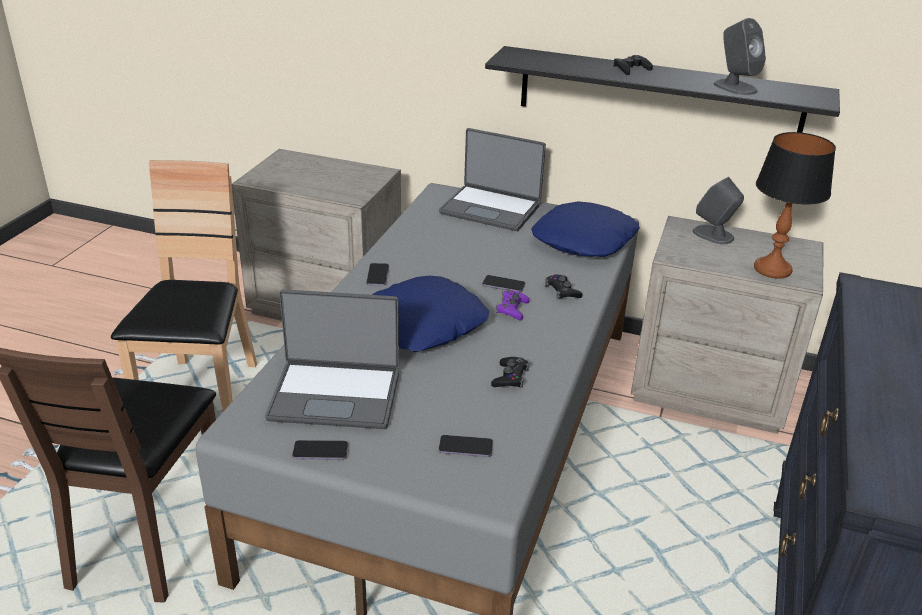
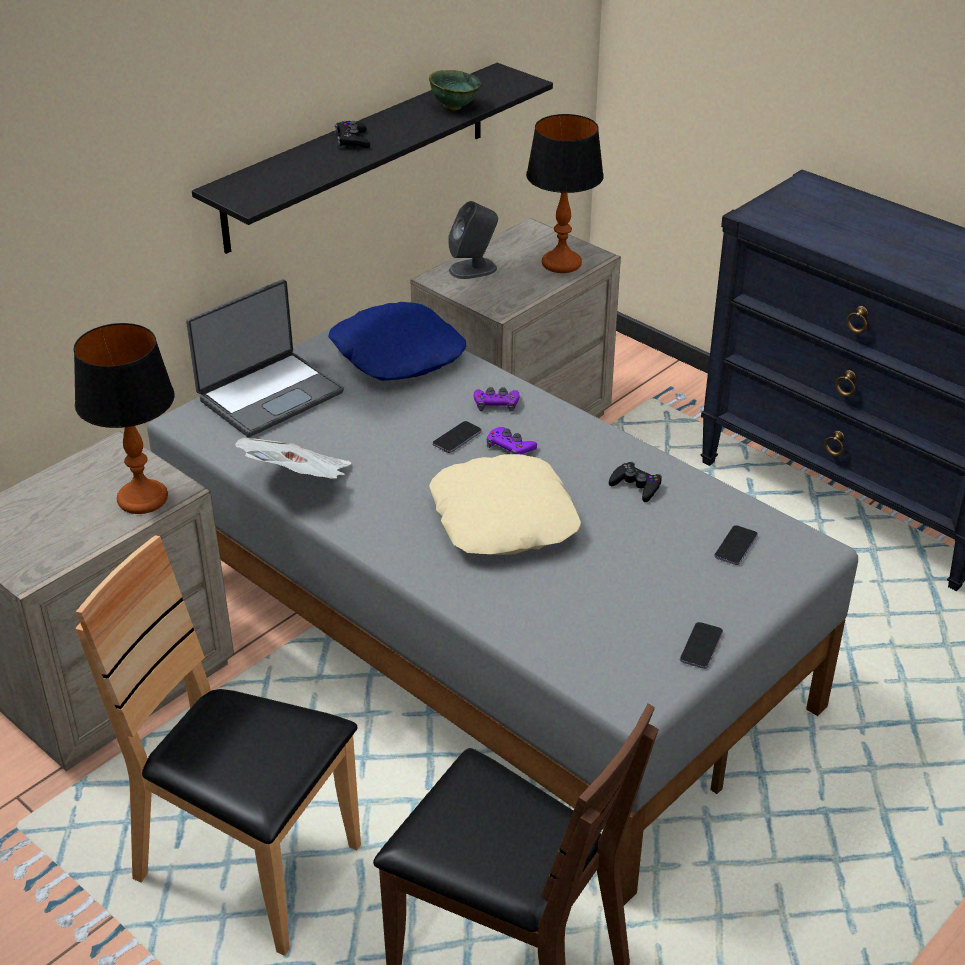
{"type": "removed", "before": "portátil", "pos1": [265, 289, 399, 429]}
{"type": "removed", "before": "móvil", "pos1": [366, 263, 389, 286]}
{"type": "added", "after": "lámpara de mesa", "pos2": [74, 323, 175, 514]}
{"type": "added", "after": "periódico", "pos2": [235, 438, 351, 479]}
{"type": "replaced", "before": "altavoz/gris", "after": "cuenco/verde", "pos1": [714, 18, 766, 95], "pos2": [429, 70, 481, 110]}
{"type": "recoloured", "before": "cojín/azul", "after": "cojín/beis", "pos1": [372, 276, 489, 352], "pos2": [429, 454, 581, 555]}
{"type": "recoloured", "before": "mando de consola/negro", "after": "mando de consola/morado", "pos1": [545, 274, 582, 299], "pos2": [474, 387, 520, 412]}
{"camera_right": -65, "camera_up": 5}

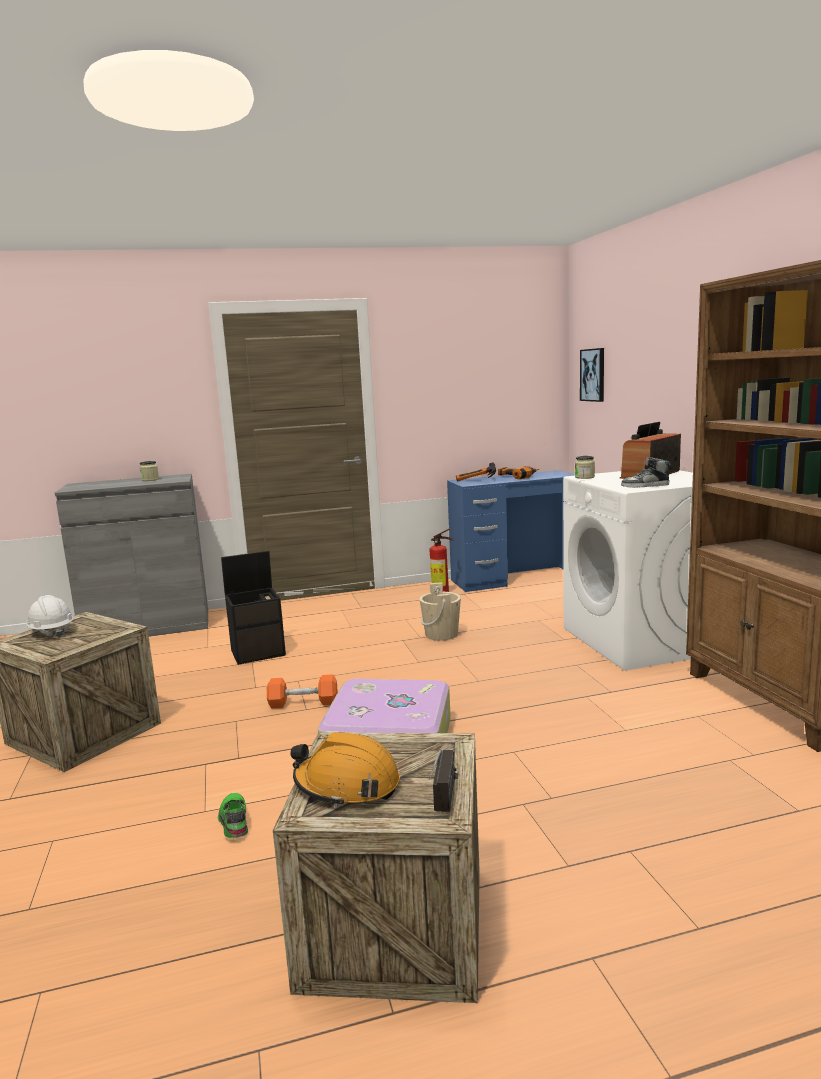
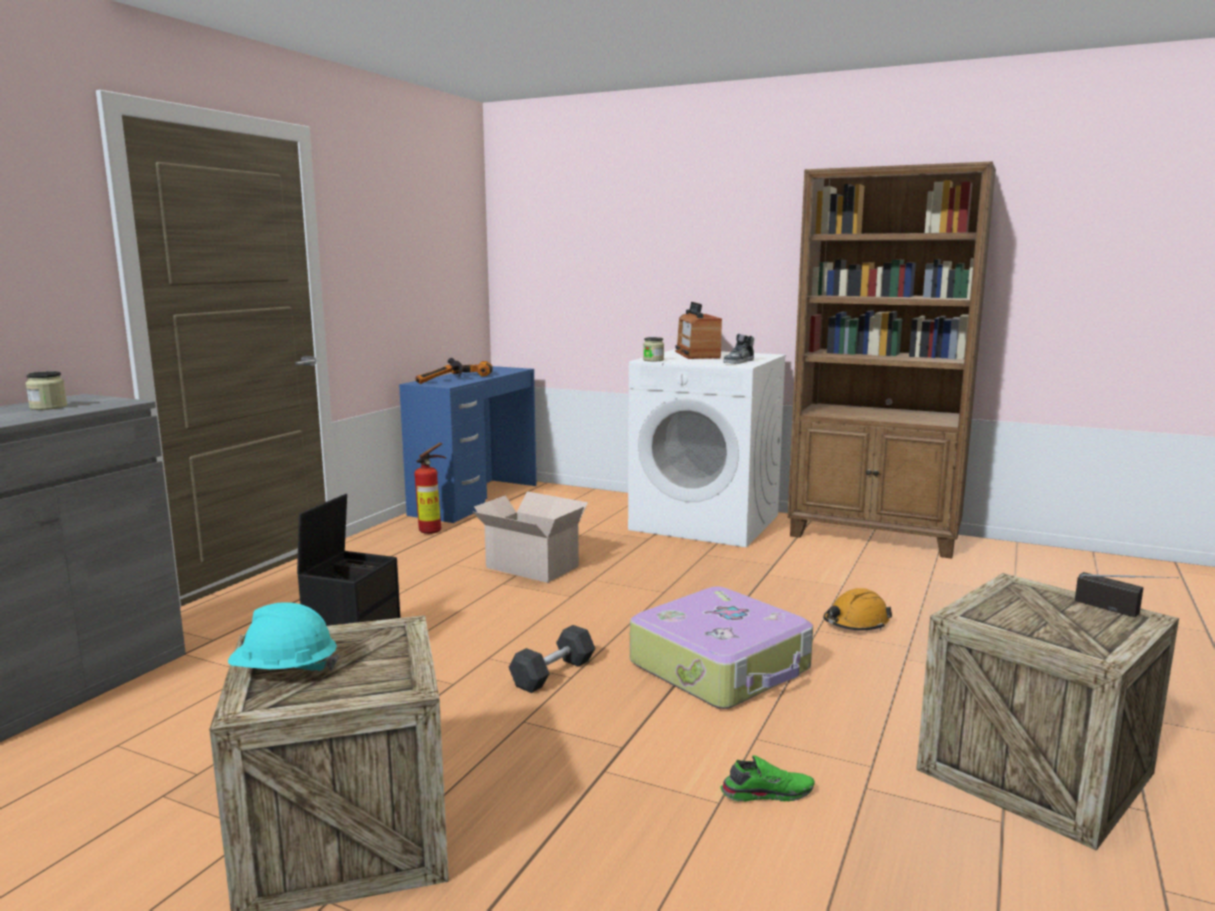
{"type": "removed", "before": "cuadro", "pos1": [580, 348, 604, 402]}
{"type": "moved", "before": "casco/naranja", "pos1": [290, 732, 400, 807], "pos2": [823, 588, 892, 631]}
{"type": "replaced", "before": "cubo/beis", "after": "caja de cartón", "pos1": [419, 582, 461, 641], "pos2": [472, 491, 588, 583]}
{"type": "recoloured", "before": "casco/blanco", "after": "casco/turquesa", "pos1": [26, 595, 74, 638], "pos2": [228, 602, 339, 671]}
{"type": "recoloured", "before": "mancuerna/naranja", "after": "mancuerna/gris", "pos1": [267, 674, 337, 709], "pos2": [509, 625, 596, 693]}
{"type": "turned", "before": "zapato/verde", "pos1": [218, 793, 248, 839], "pos2": [720, 755, 815, 802], "turn": 150}
{"camera_right": -50, "camera_up": 0}

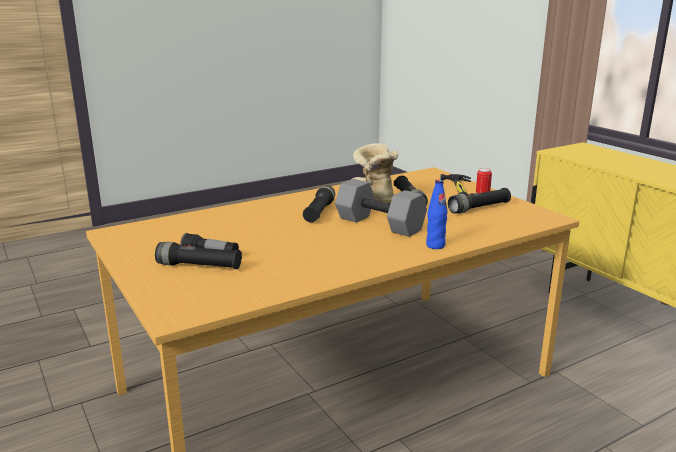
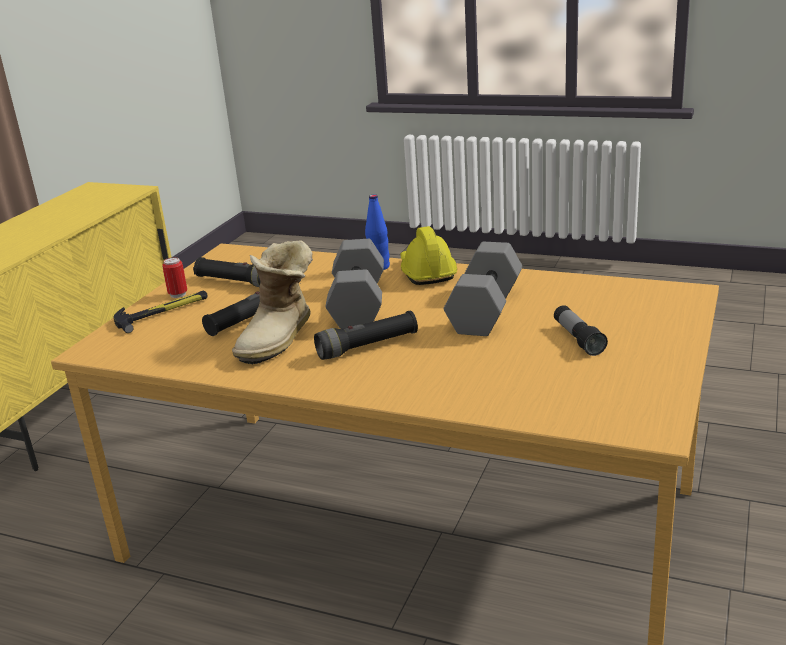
{"type": "removed", "before": "linterna/negro", "pos1": [155, 242, 242, 269]}
{"type": "added", "after": "casco/amarillo", "pos2": [401, 226, 457, 285]}
{"type": "added", "after": "mancuerna/gris", "pos2": [444, 242, 522, 336]}
{"camera_right": -125, "camera_up": 5}

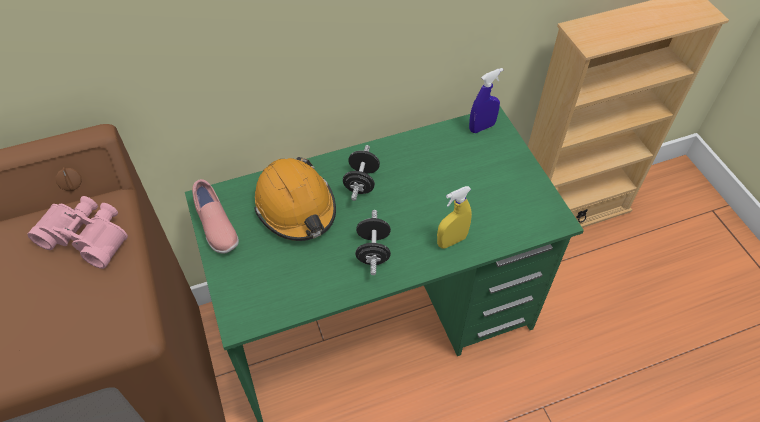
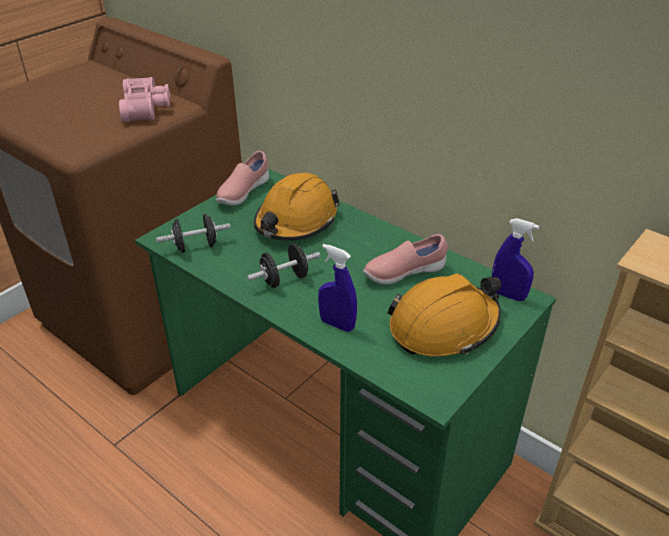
{"type": "added", "after": "zapato/rosa", "pos2": [363, 234, 448, 285]}
{"type": "added", "after": "casco/naranja", "pos2": [388, 273, 501, 356]}
{"type": "moved", "before": "mancuerna/negro", "pos1": [343, 145, 380, 201], "pos2": [156, 214, 231, 253]}
{"type": "recoloured", "before": "pulverizador/amarillo", "after": "pulverizador/azul", "pos1": [437, 186, 472, 248], "pos2": [318, 244, 357, 332]}
{"camera_right": 60, "camera_up": -15}

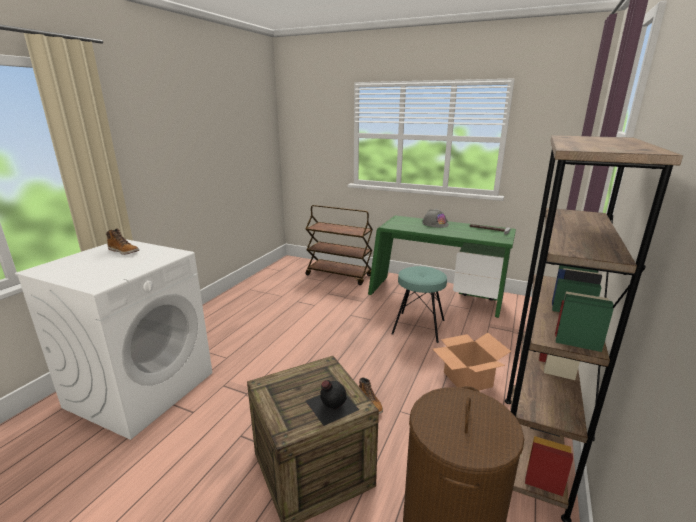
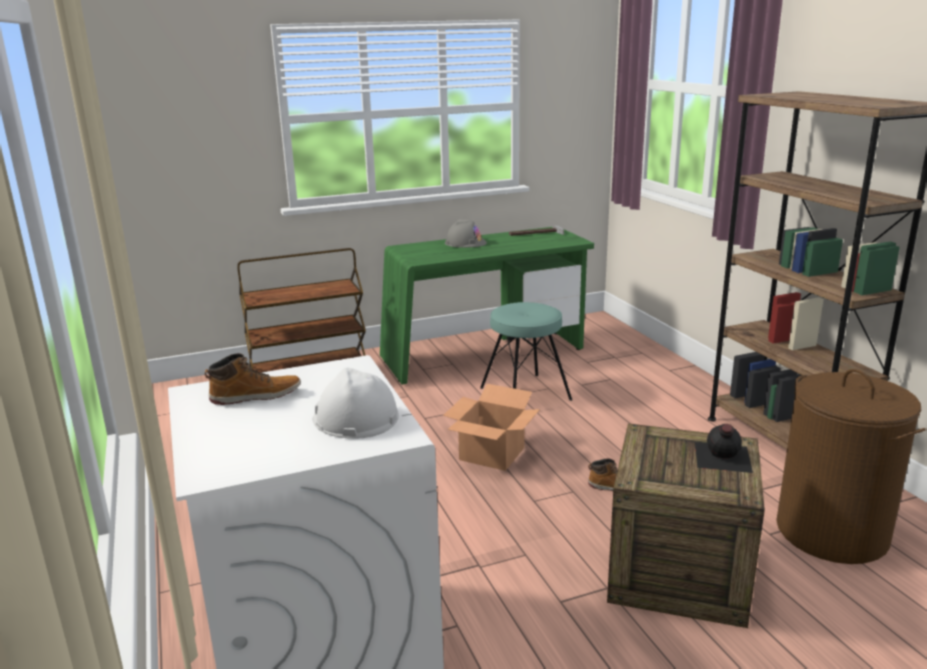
{"type": "added", "after": "casco/blanco", "pos2": [313, 367, 399, 439]}
{"type": "moved", "before": "caja de cartón", "pos1": [433, 333, 511, 391], "pos2": [443, 384, 540, 471]}
{"camera_right": -45, "camera_up": 0}

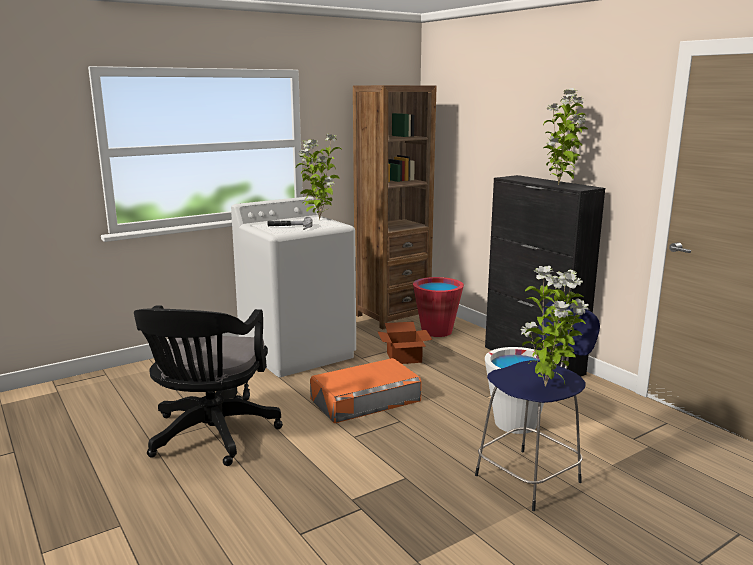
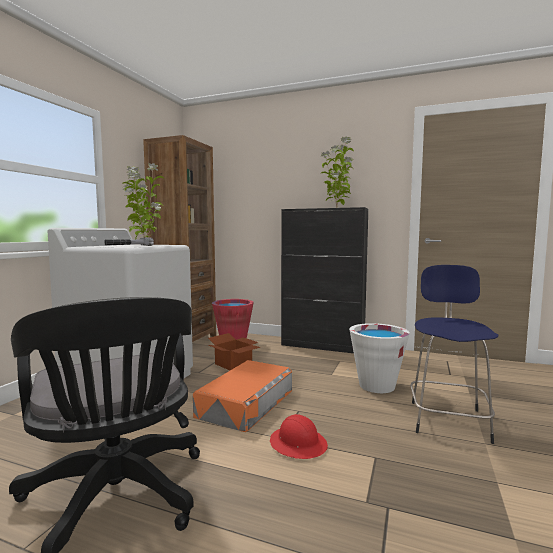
{"type": "removed", "before": "planta en maceta", "pos1": [520, 266, 590, 386]}
{"type": "added", "after": "casco/rojo", "pos2": [270, 414, 328, 459]}
{"camera_right": -35, "camera_up": -10}

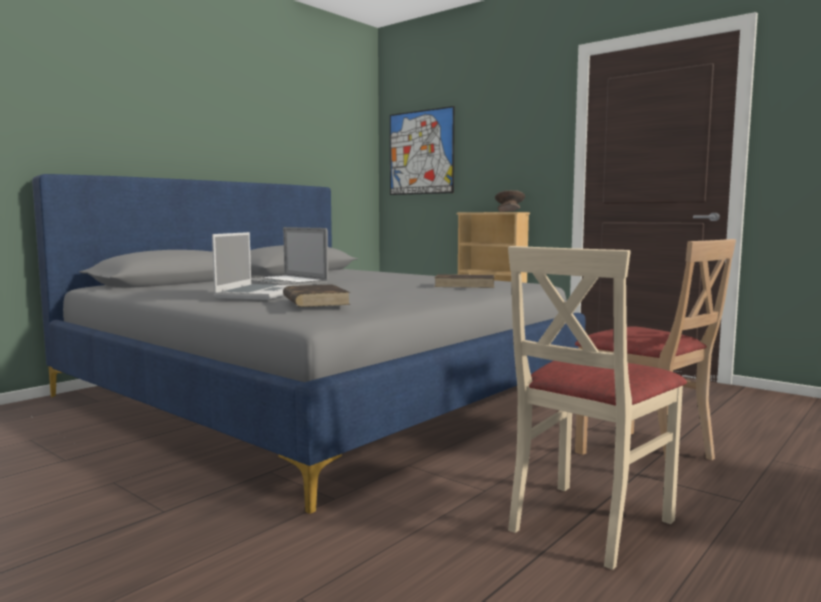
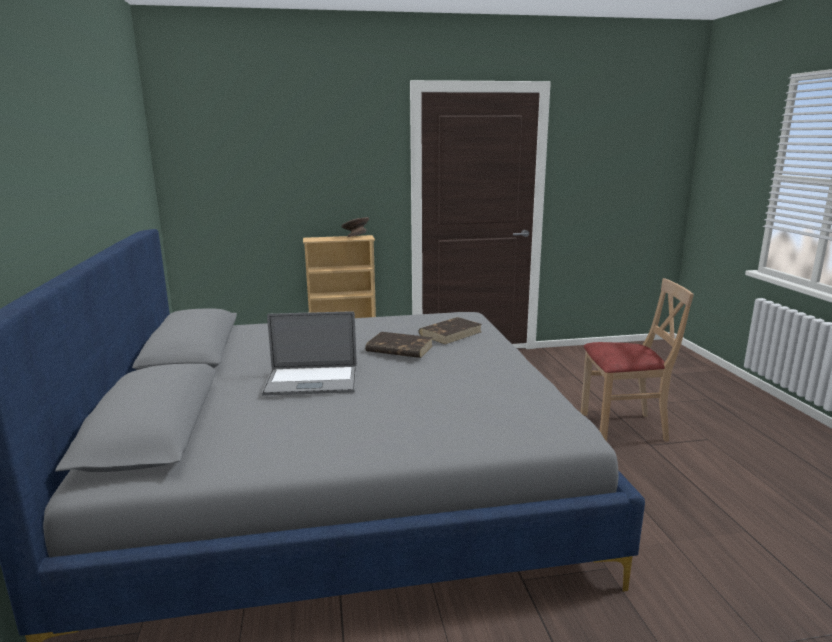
{"type": "removed", "before": "portátil", "pos1": [212, 232, 294, 300]}
{"type": "removed", "before": "cuadro", "pos1": [390, 106, 455, 195]}
{"type": "removed", "before": "silla/beis", "pos1": [508, 246, 687, 570]}
{"type": "moved", "before": "libro/marrón", "pos1": [283, 284, 351, 307], "pos2": [365, 332, 433, 358]}
{"camera_right": -50, "camera_up": 10}

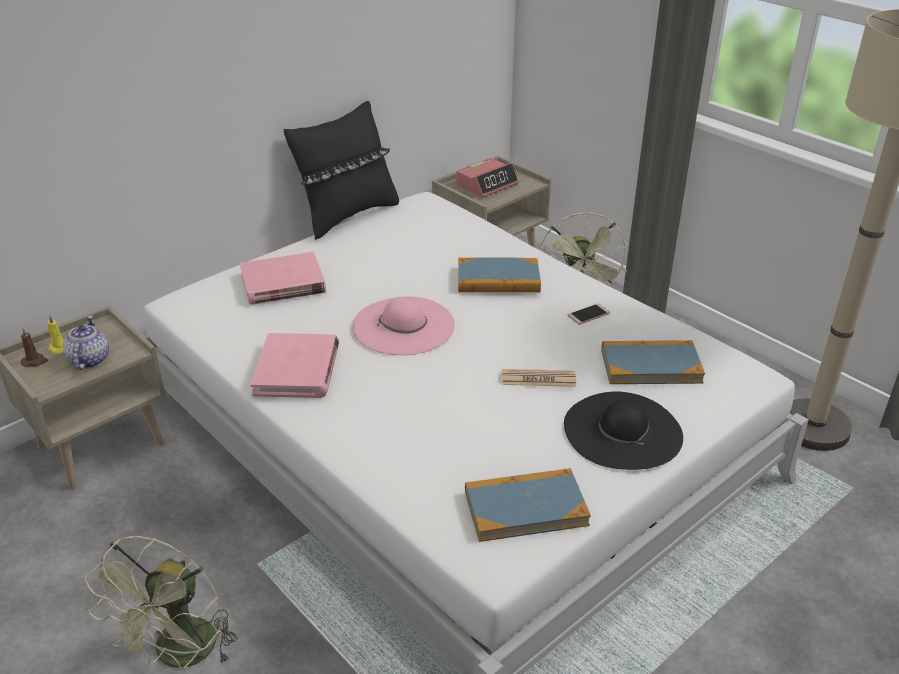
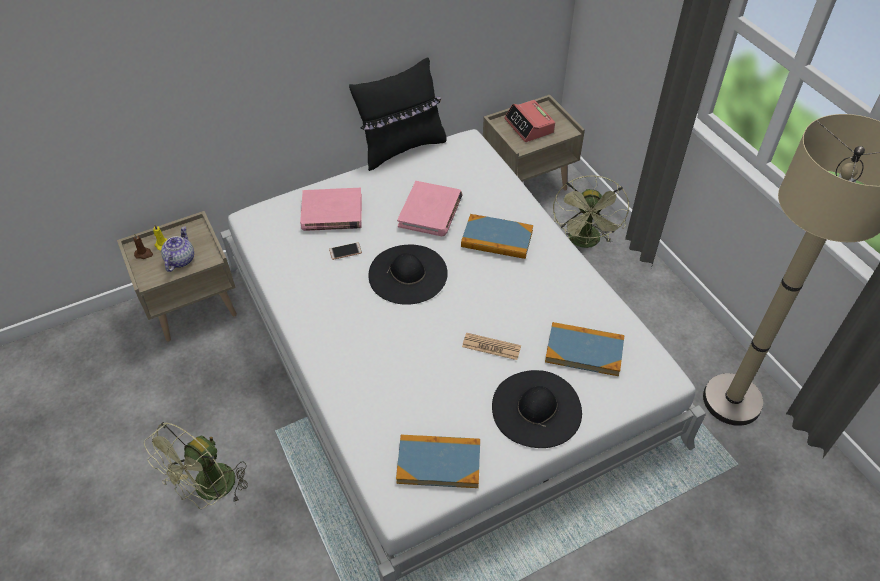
{"type": "moved", "before": "libro/rosa", "pos1": [250, 333, 339, 398], "pos2": [397, 181, 463, 236]}
{"type": "moved", "before": "móvil", "pos1": [568, 304, 610, 325], "pos2": [329, 242, 362, 260]}
{"type": "recoloured", "before": "sombrero/rosa", "after": "sombrero/negro", "pos1": [353, 297, 455, 355], "pos2": [369, 245, 448, 305]}
{"type": "turned", "before": "despertador", "pos1": [456, 158, 518, 198], "pos2": [504, 100, 555, 142], "turn": 90}
{"camera_right": 15, "camera_up": 15}

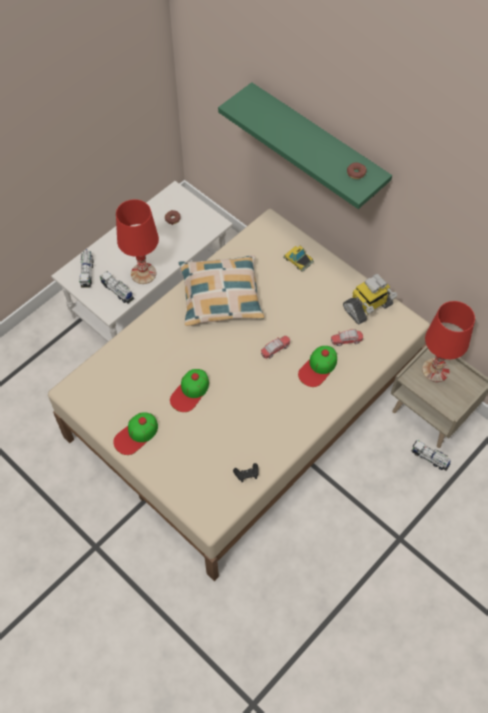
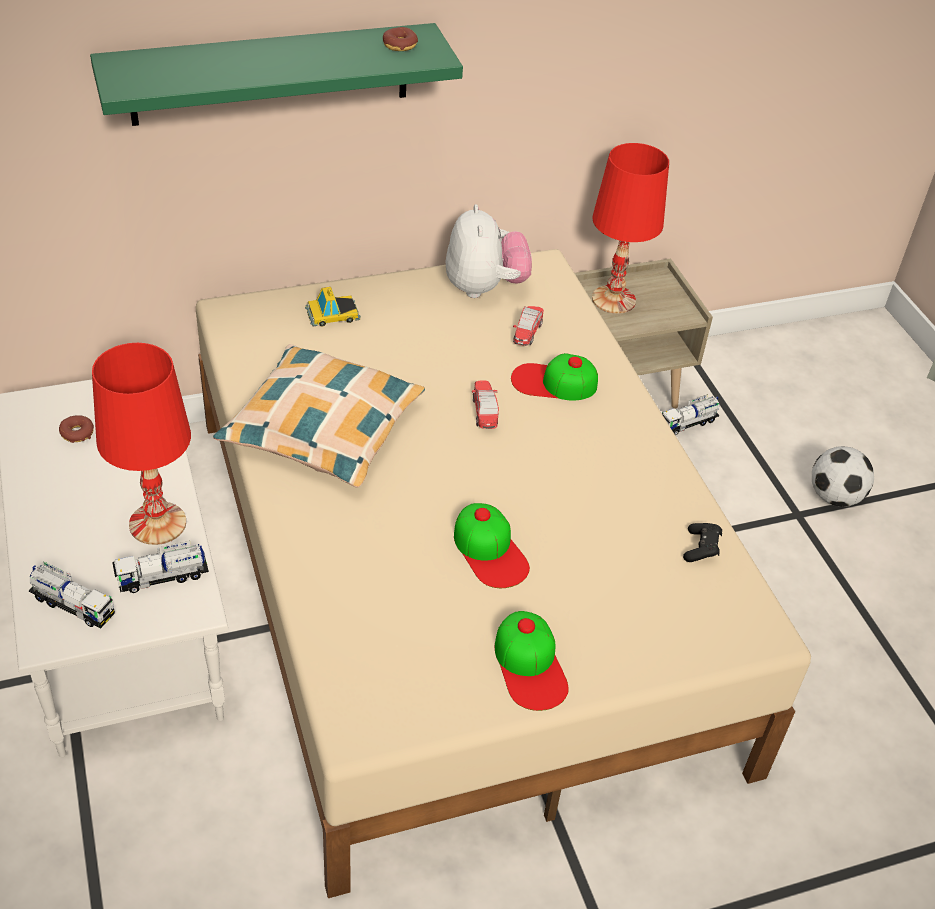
{"type": "added", "after": "balón de fútbol", "pos2": [812, 446, 874, 507]}
{"type": "replaced", "before": "robot de juguete", "after": "peluche", "pos1": [343, 274, 397, 325], "pos2": [446, 204, 532, 298]}
{"type": "turned", "before": "gorra", "pos1": [298, 346, 337, 387], "pos2": [511, 353, 598, 400], "turn": 120}
{"camera_right": -65, "camera_up": -15}

